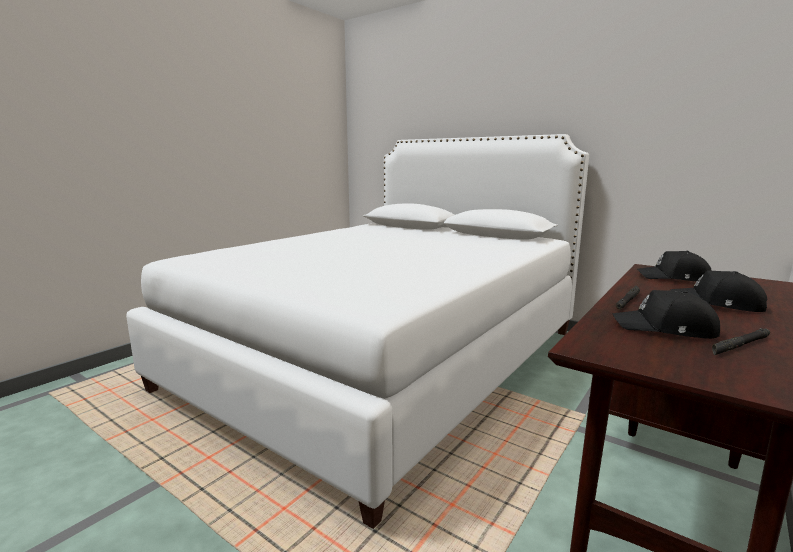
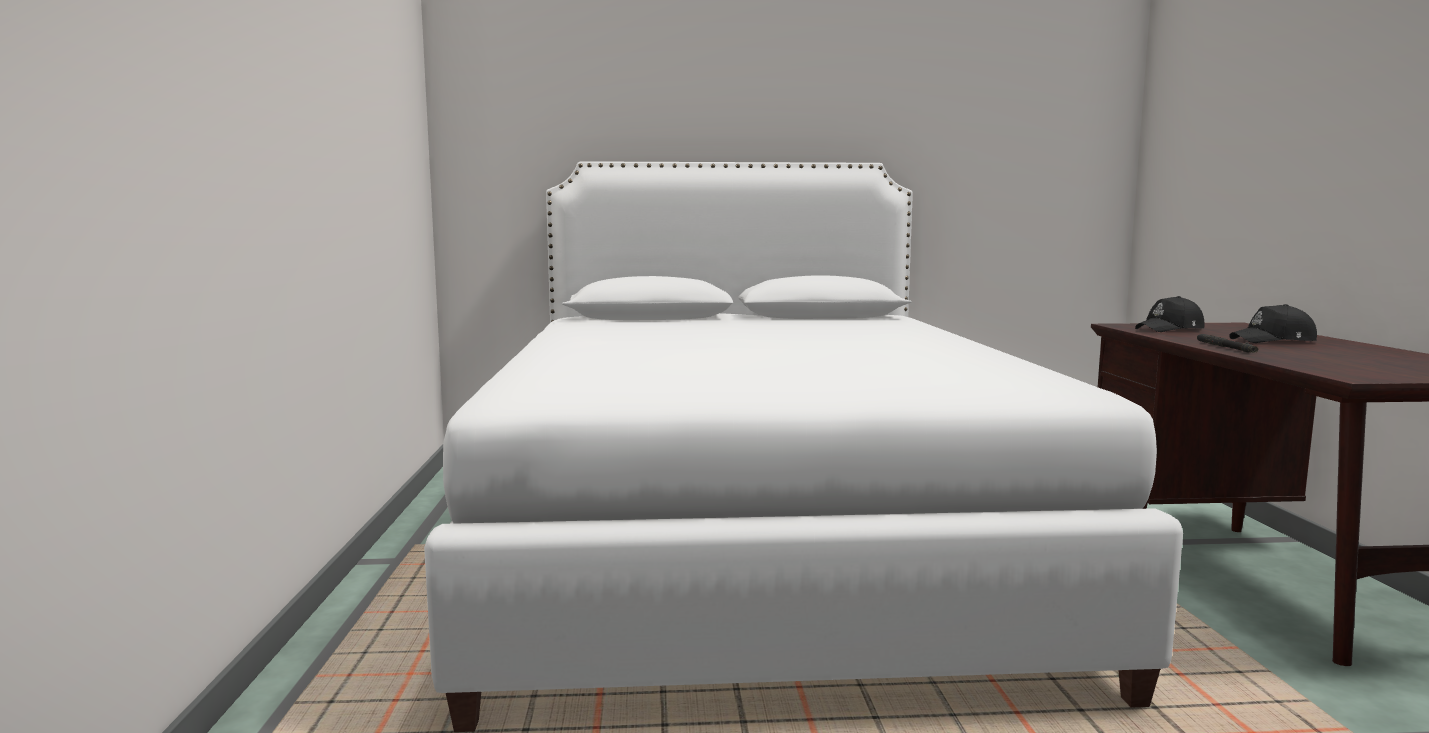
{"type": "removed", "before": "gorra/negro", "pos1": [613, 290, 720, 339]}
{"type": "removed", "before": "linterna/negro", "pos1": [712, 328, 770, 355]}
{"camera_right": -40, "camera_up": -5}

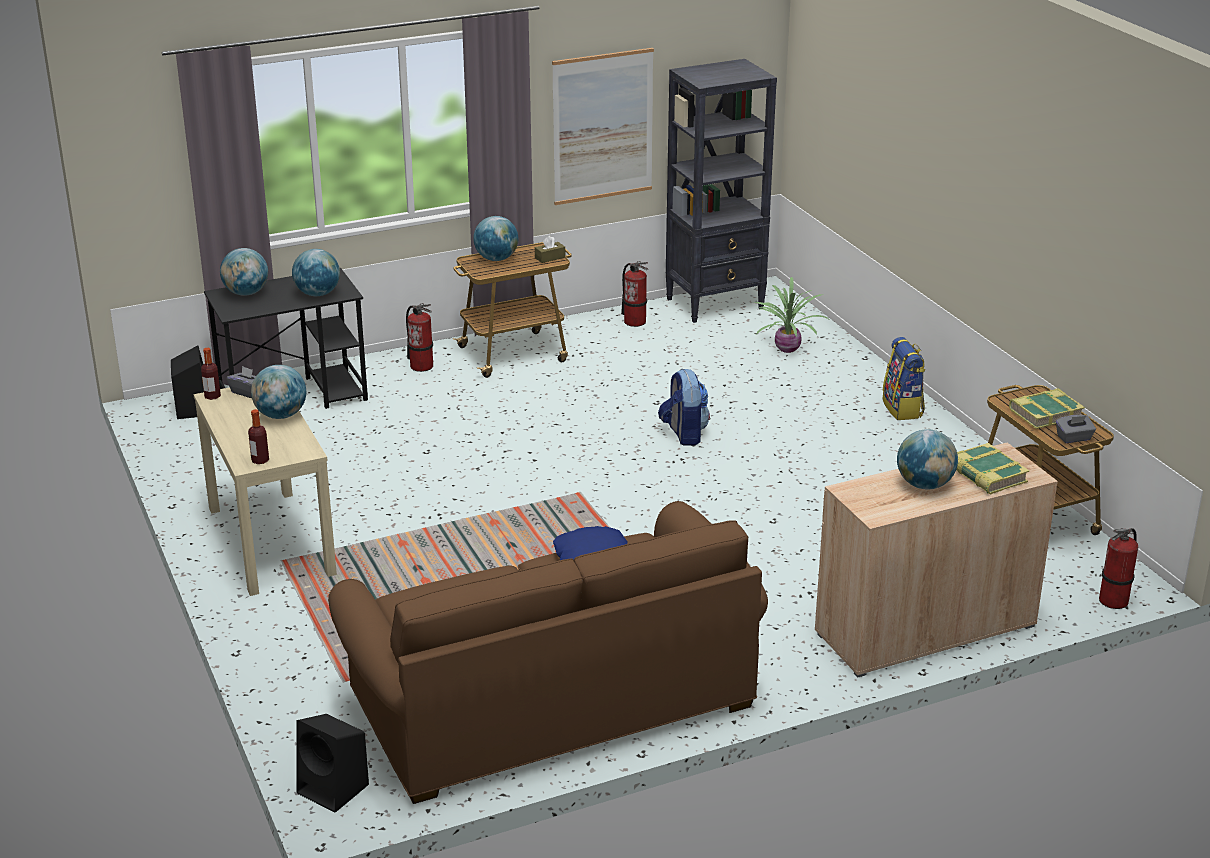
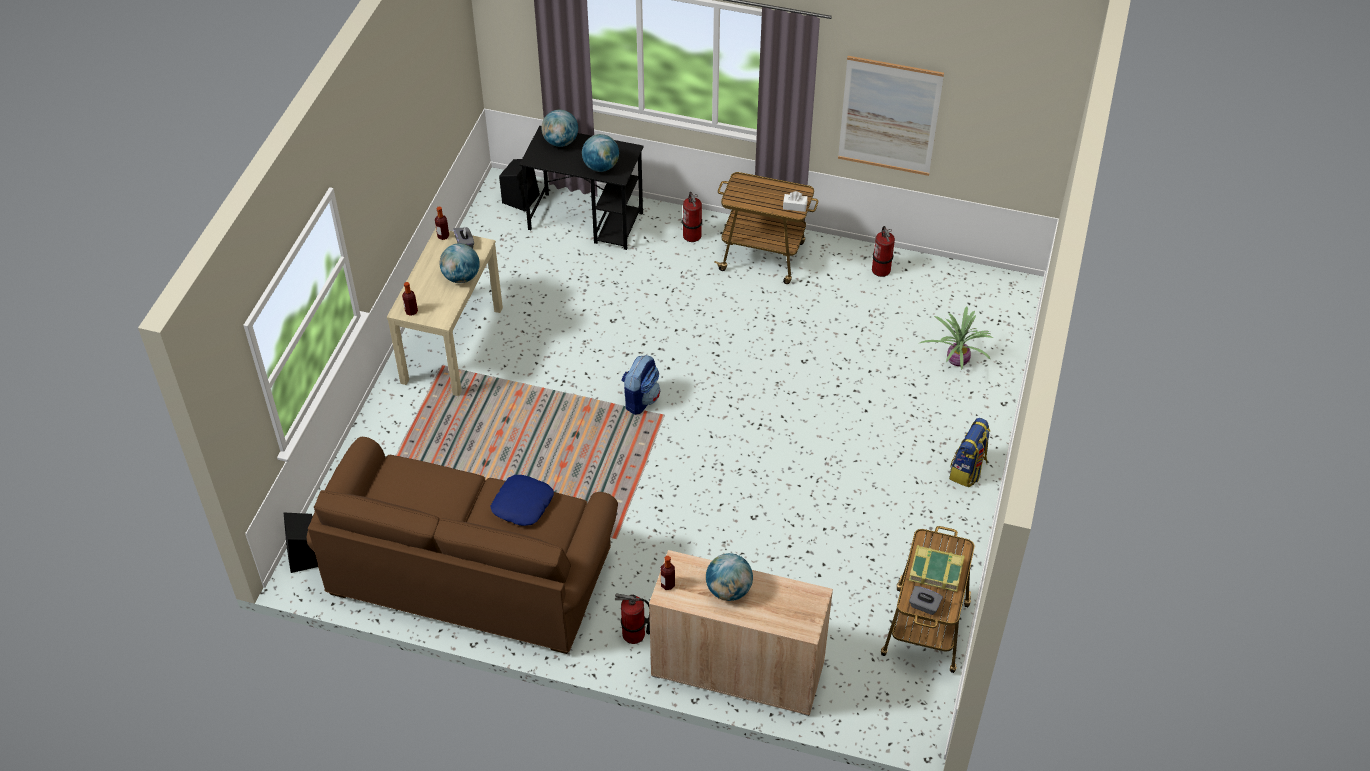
{"type": "removed", "before": "globo terráqueo", "pos1": [473, 216, 518, 261]}
{"type": "removed", "before": "estantería/negro", "pos1": [666, 59, 777, 323]}
{"type": "removed", "before": "libro", "pos1": [956, 443, 1029, 494]}
{"type": "added", "after": "botella", "pos2": [661, 556, 675, 590]}
{"type": "moved", "before": "mochila", "pos1": [658, 369, 710, 446], "pos2": [621, 355, 660, 415]}
{"type": "moved", "before": "extintor", "pos1": [1099, 528, 1138, 609], "pos2": [615, 593, 650, 644]}
{"type": "recoloured", "before": "caja de pañuelos/marrón", "after": "caja de pañuelos/blanco", "pos1": [535, 236, 565, 263], "pos2": [783, 191, 808, 212]}
{"camera_right": 40, "camera_up": 20}

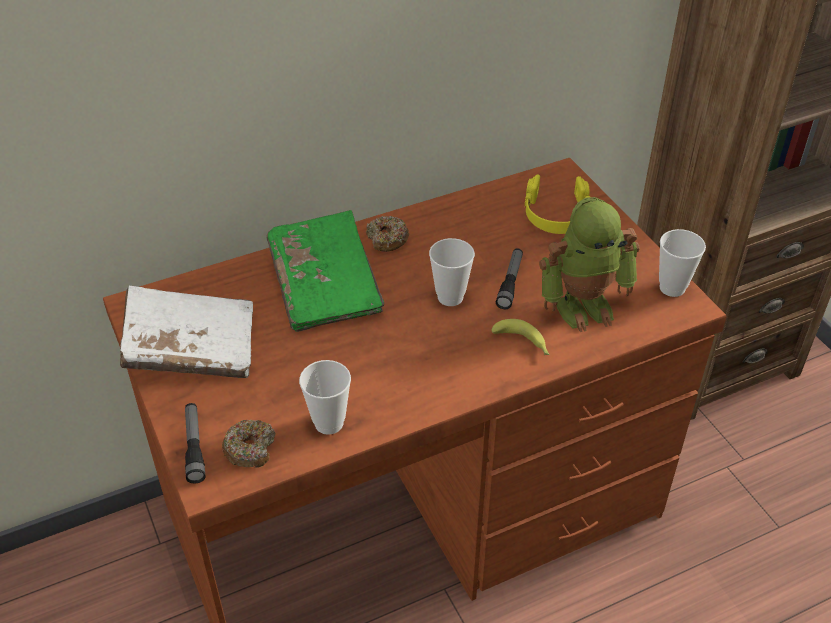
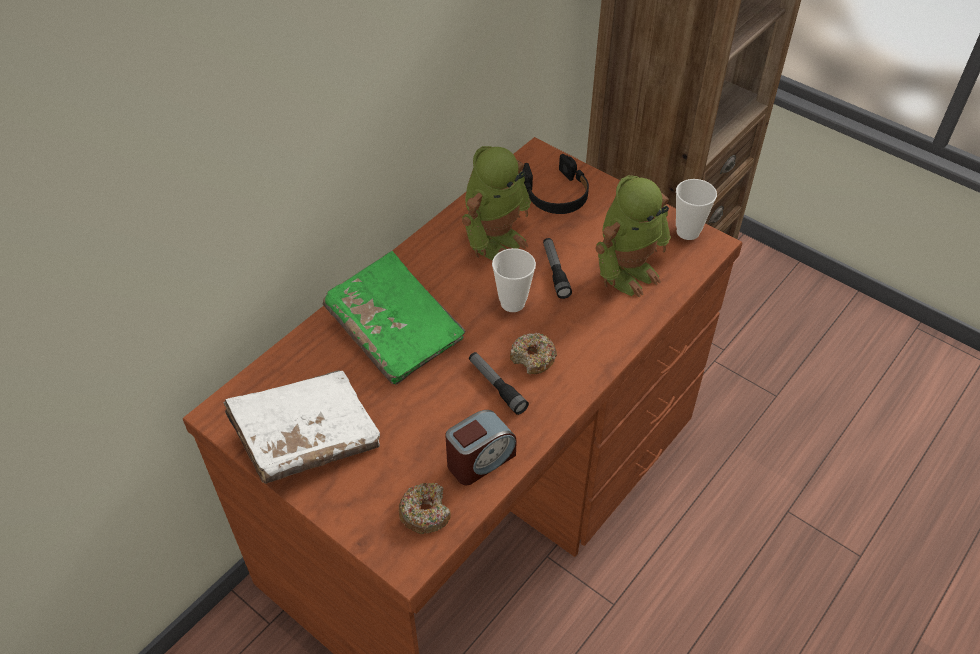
{"type": "removed", "before": "plátano", "pos1": [492, 319, 550, 355]}
{"type": "added", "after": "robot de juguete", "pos2": [462, 146, 531, 260]}
{"type": "moved", "before": "linterna", "pos1": [185, 403, 205, 483], "pos2": [469, 352, 529, 415]}
{"type": "moved", "before": "rosquilla", "pos1": [366, 216, 409, 252], "pos2": [510, 333, 557, 374]}
{"type": "replaced", "before": "taza", "after": "despertador", "pos1": [299, 360, 351, 435], "pos2": [446, 410, 517, 485]}
{"type": "recoloured", "before": "auriculares/amarillo", "after": "auriculares/negro", "pos1": [524, 174, 590, 234], "pos2": [522, 154, 589, 214]}
{"camera_right": -25, "camera_up": 5}

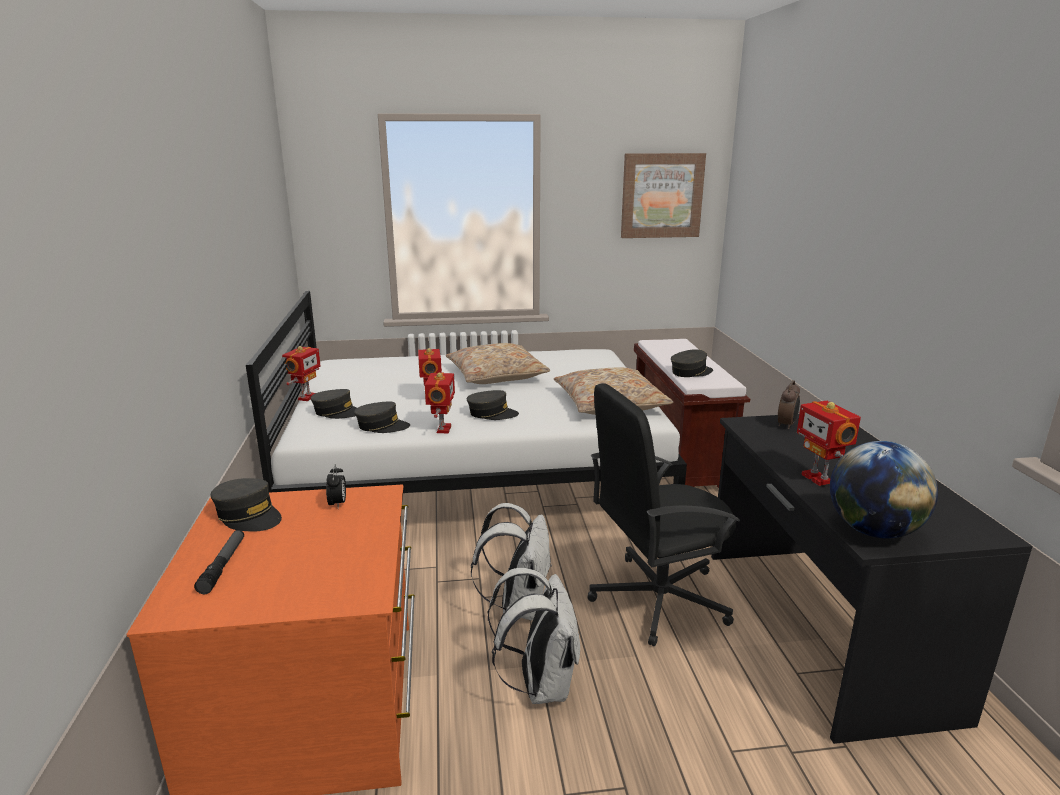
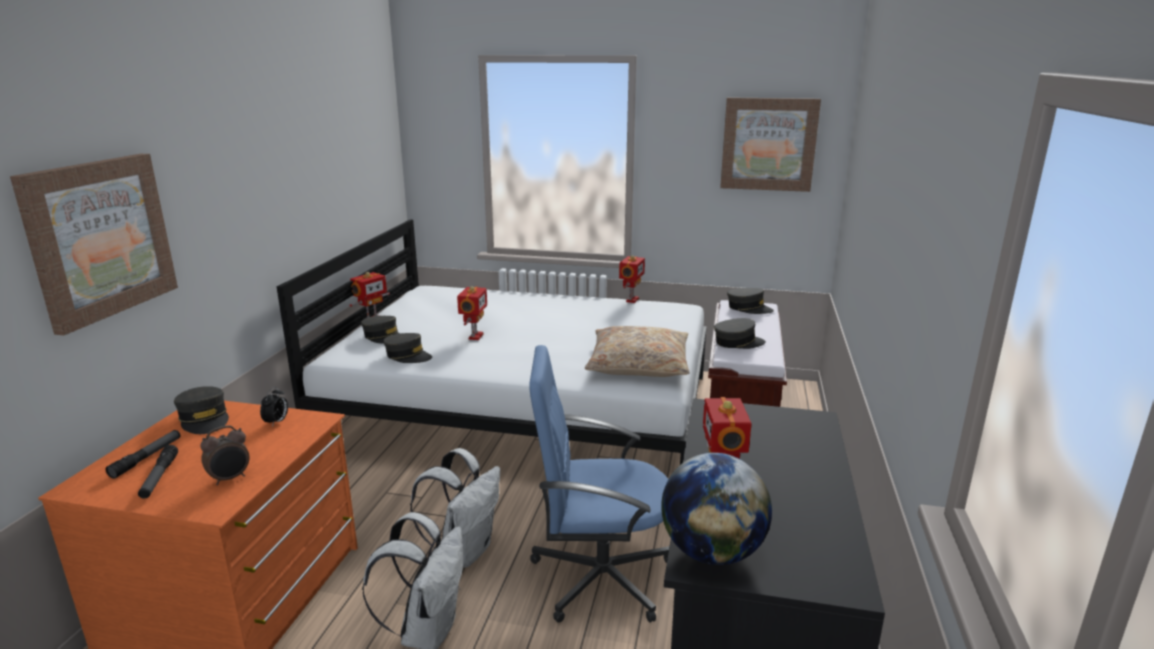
{"type": "removed", "before": "cojín/beis", "pos1": [446, 343, 550, 384]}
{"type": "added", "after": "cuadro", "pos2": [10, 154, 178, 335]}
{"type": "added", "after": "linterna", "pos2": [138, 445, 178, 499]}
{"type": "moved", "before": "robot de juguete", "pos1": [425, 372, 455, 433], "pos2": [619, 255, 645, 303]}
{"type": "moved", "before": "gorra/gris", "pos1": [467, 390, 519, 420], "pos2": [727, 288, 774, 314]}
{"type": "moved", "before": "despertador", "pos1": [778, 380, 800, 429], "pos2": [200, 425, 250, 485]}
{"type": "recoloured", "before": "silla de oficina/negro", "after": "silla de oficina/azul", "pos1": [588, 384, 740, 646], "pos2": [529, 345, 669, 623]}
{"camera_right": 20, "camera_up": 0}

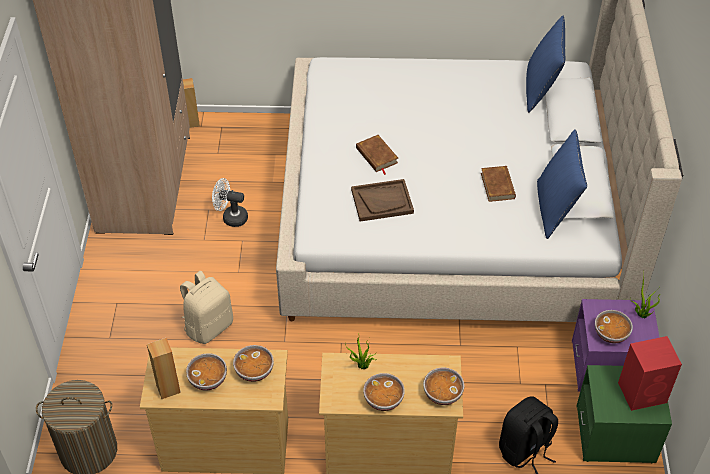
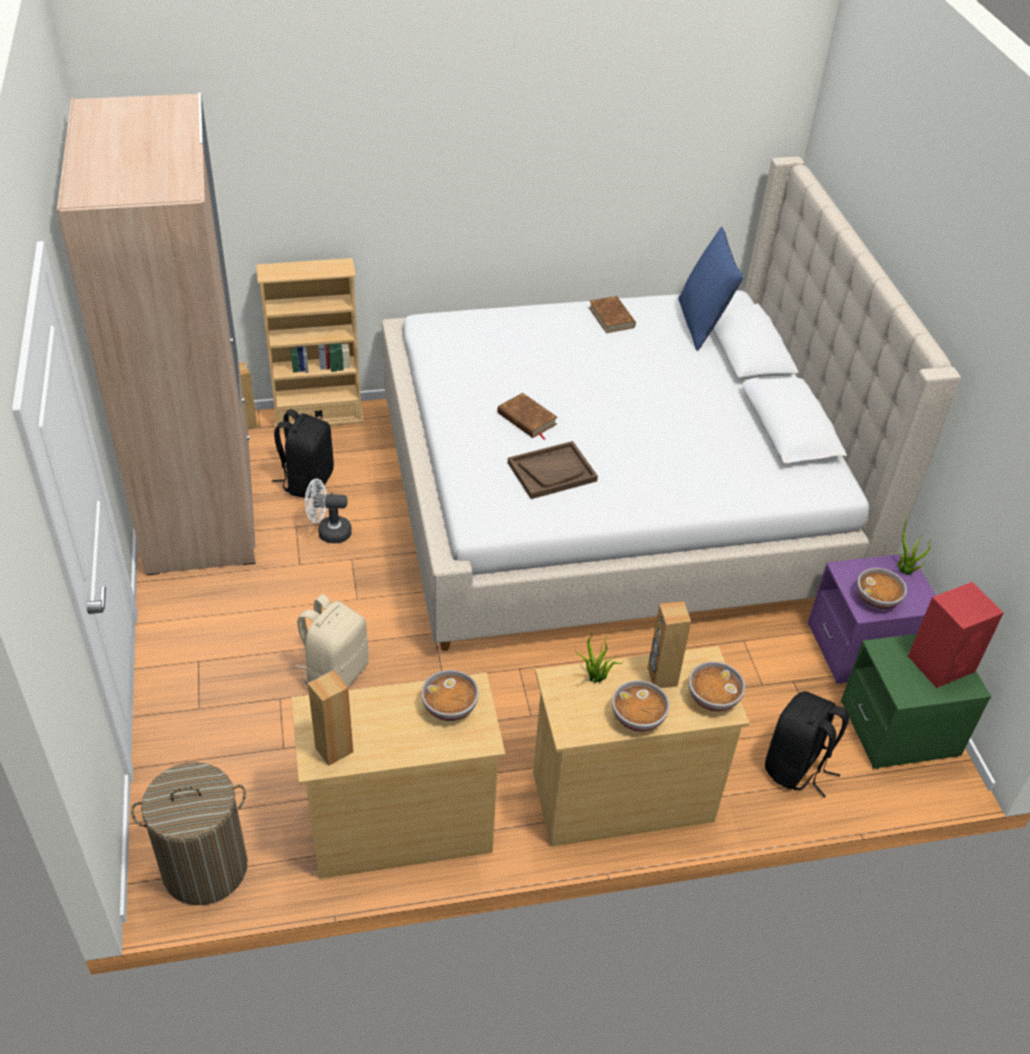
{"type": "removed", "before": "cuenco", "pos1": [186, 353, 227, 390]}
{"type": "removed", "before": "cojín/azul", "pos1": [537, 129, 587, 239]}
{"type": "added", "after": "estantería/beis", "pos2": [256, 258, 364, 430]}
{"type": "added", "after": "mochila/negro", "pos2": [272, 409, 334, 498]}
{"type": "added", "after": "altavoz/marrón", "pos2": [648, 601, 691, 688]}
{"type": "moved", "before": "libro/marrón", "pos1": [481, 166, 516, 202], "pos2": [589, 296, 636, 333]}
{"camera_right": -15, "camera_up": -5}

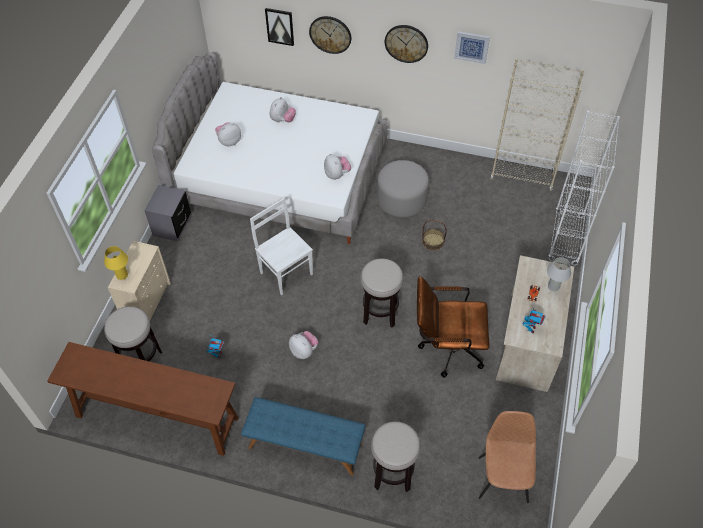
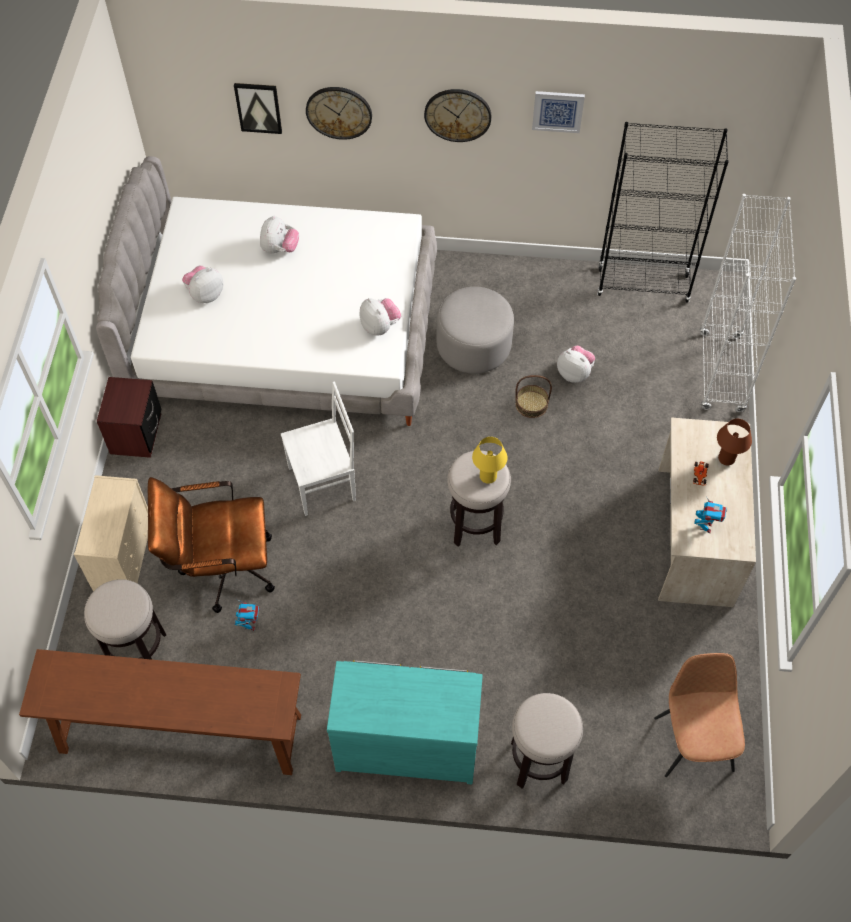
{"type": "moved", "before": "lámpara de mesa/amarillo", "pos1": [104, 246, 128, 280], "pos2": [472, 437, 508, 484]}
{"type": "moved", "before": "peluche", "pos1": [289, 331, 319, 359], "pos2": [557, 346, 595, 383]}
{"type": "moved", "before": "silla de oficina/marrón", "pos1": [417, 276, 489, 377], "pos2": [148, 477, 275, 613]}
{"type": "replaced", "before": "banco/azul", "after": "cómoda/turquesa", "pos1": [241, 397, 366, 476], "pos2": [327, 660, 483, 784]}
{"type": "recoloured", "before": "mesita de noche/gris", "after": "mesita de noche/marrón", "pos1": [144, 185, 191, 241], "pos2": [97, 377, 162, 458]}
{"type": "recoloured", "before": "estantería/beis", "after": "estantería/negro", "pos1": [490, 58, 584, 191], "pos2": [597, 122, 729, 303]}
{"type": "recoloured", "before": "lámpara de mesa/blanco", "after": "lámpara de mesa/marrón", "pos1": [547, 257, 571, 291], "pos2": [717, 419, 752, 465]}
{"type": "turned", "before": "silla/blanco", "pos1": [250, 198, 313, 295], "pos2": [281, 382, 356, 516], "turn": 120}
{"camera_right": -10, "camera_up": 5}

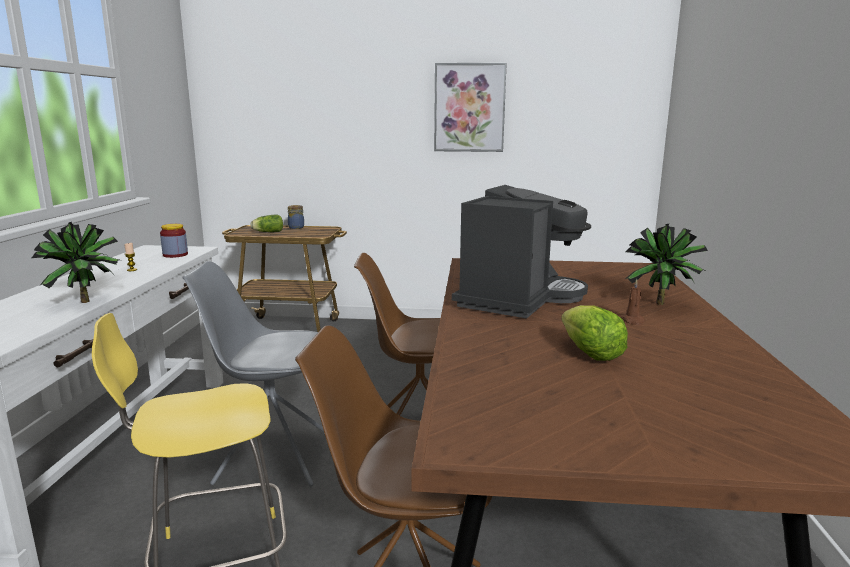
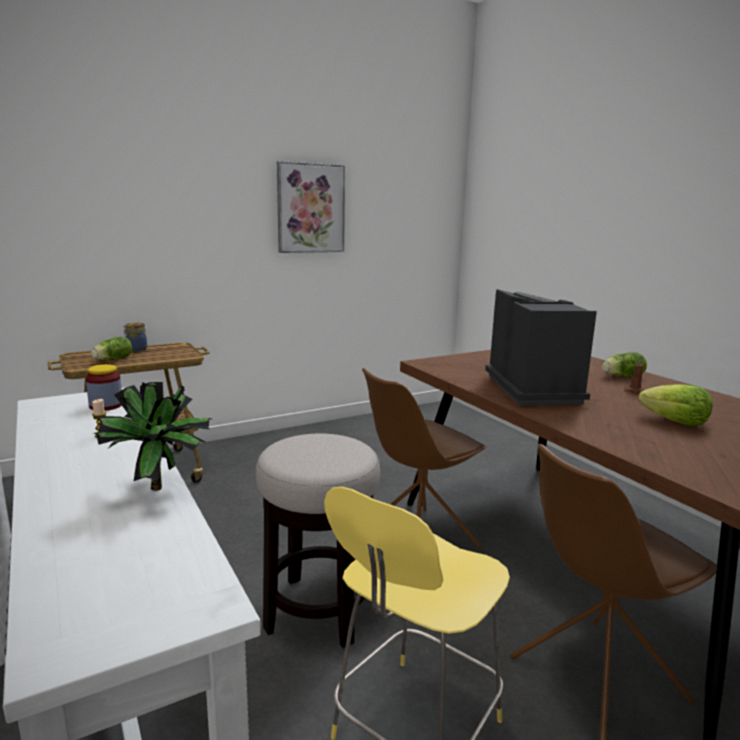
{"type": "replaced", "before": "silla/gris", "after": "taburete", "pos1": [182, 261, 324, 487], "pos2": [256, 434, 380, 648]}
{"type": "replaced", "before": "planta en maceta", "after": "lechuga", "pos1": [625, 224, 708, 305], "pos2": [602, 352, 647, 377]}
{"camera_right": -35, "camera_up": 0}

